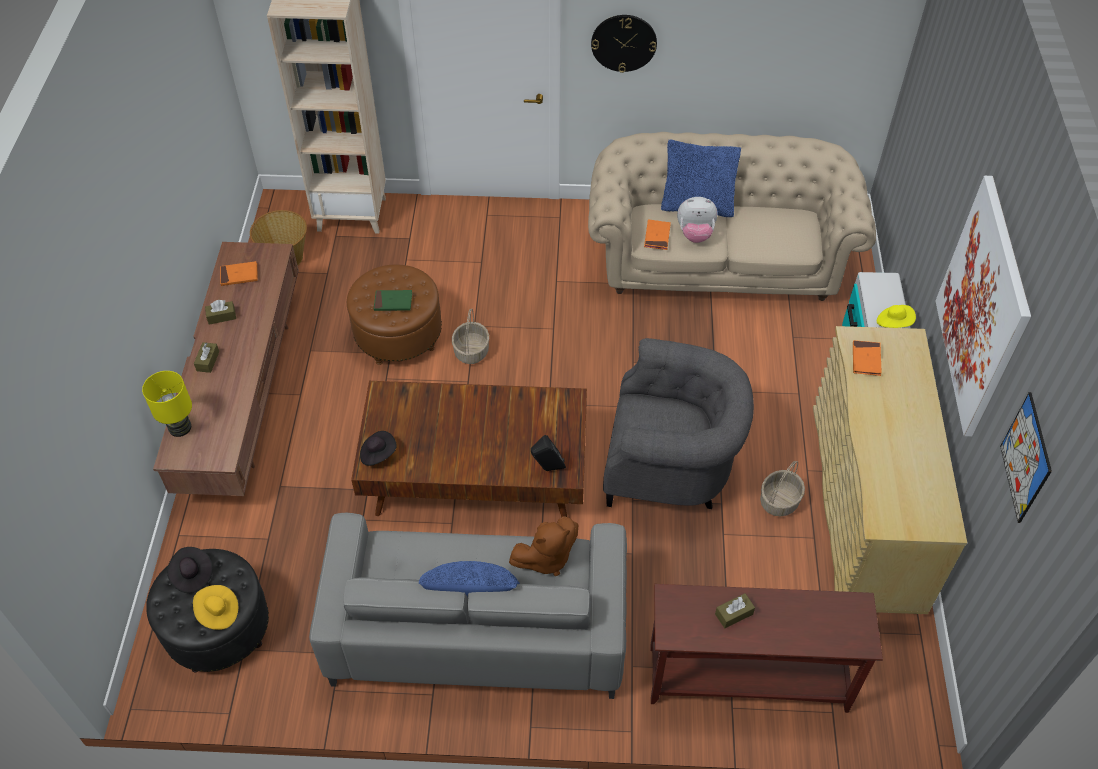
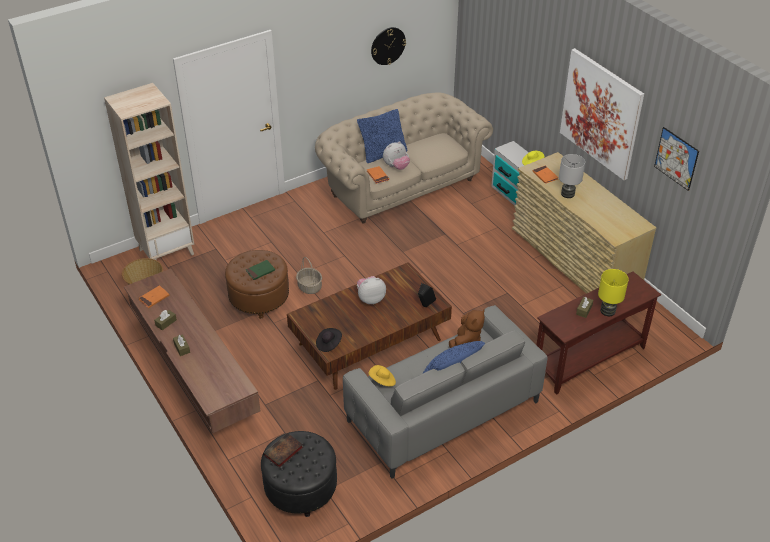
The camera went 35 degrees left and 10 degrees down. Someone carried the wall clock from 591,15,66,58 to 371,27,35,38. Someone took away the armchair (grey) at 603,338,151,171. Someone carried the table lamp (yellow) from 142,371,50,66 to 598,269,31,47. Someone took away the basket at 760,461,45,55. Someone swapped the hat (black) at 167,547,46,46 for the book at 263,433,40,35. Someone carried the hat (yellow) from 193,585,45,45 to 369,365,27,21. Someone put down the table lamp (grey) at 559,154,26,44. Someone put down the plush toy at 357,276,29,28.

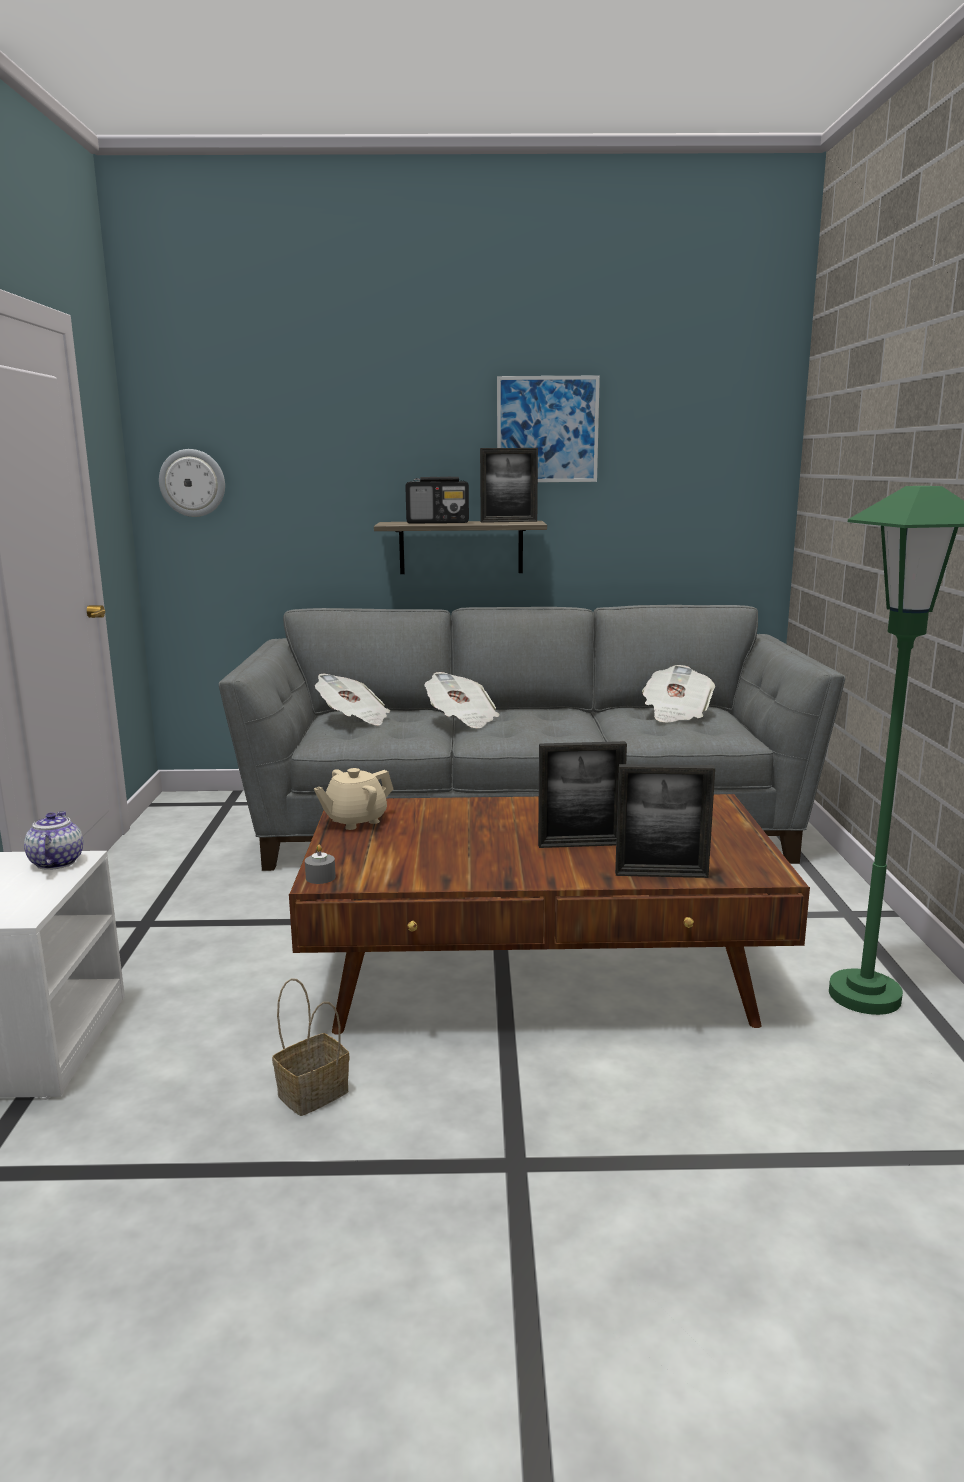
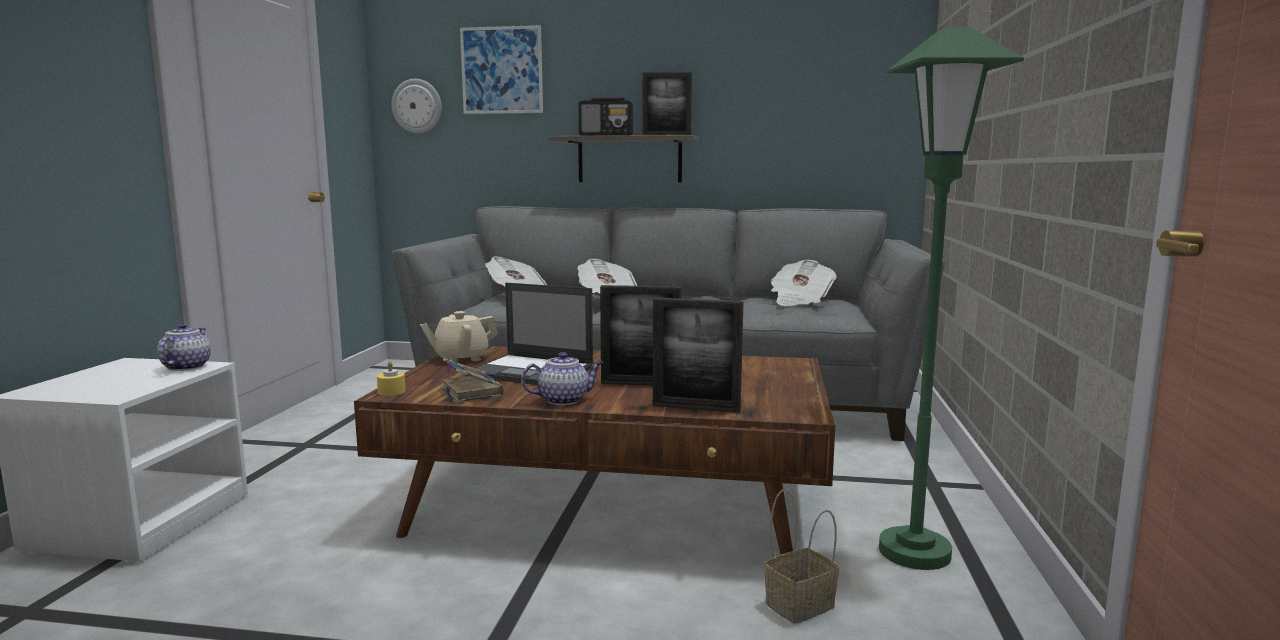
The camera went 10 degrees right and 5 degrees down. Someone carried the picture from 497,376,103,106 to 460,25,83,89. Someone repainted the candle (grey) at 305,845,31,39, which became the candle (yellow) at 377,361,29,35. Someone carried the basket from 272,978,77,138 to 764,489,75,135. Someone put down the laptop at 465,283,128,102. Someone put down the teapot at 521,352,82,53. Someone put down the book at 440,358,64,45.

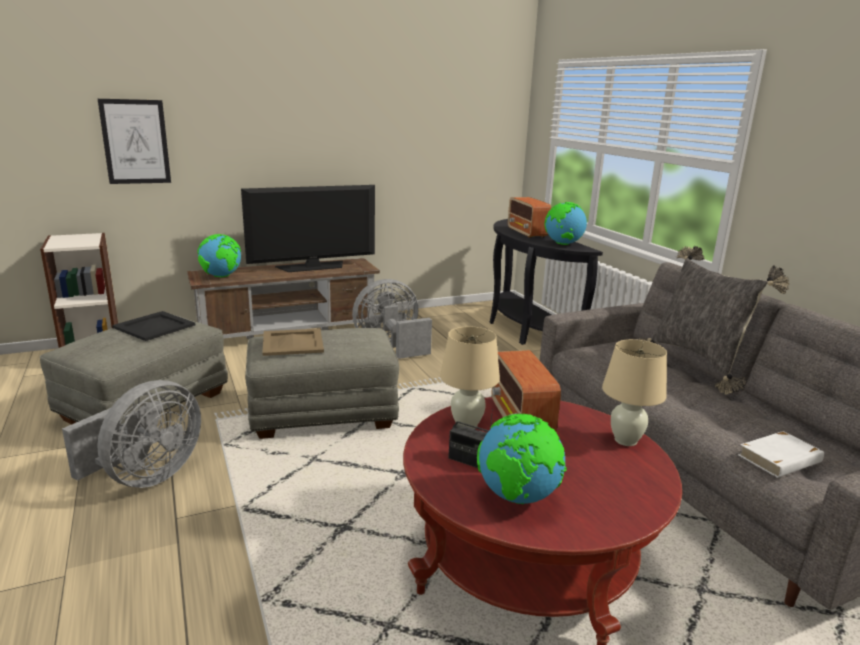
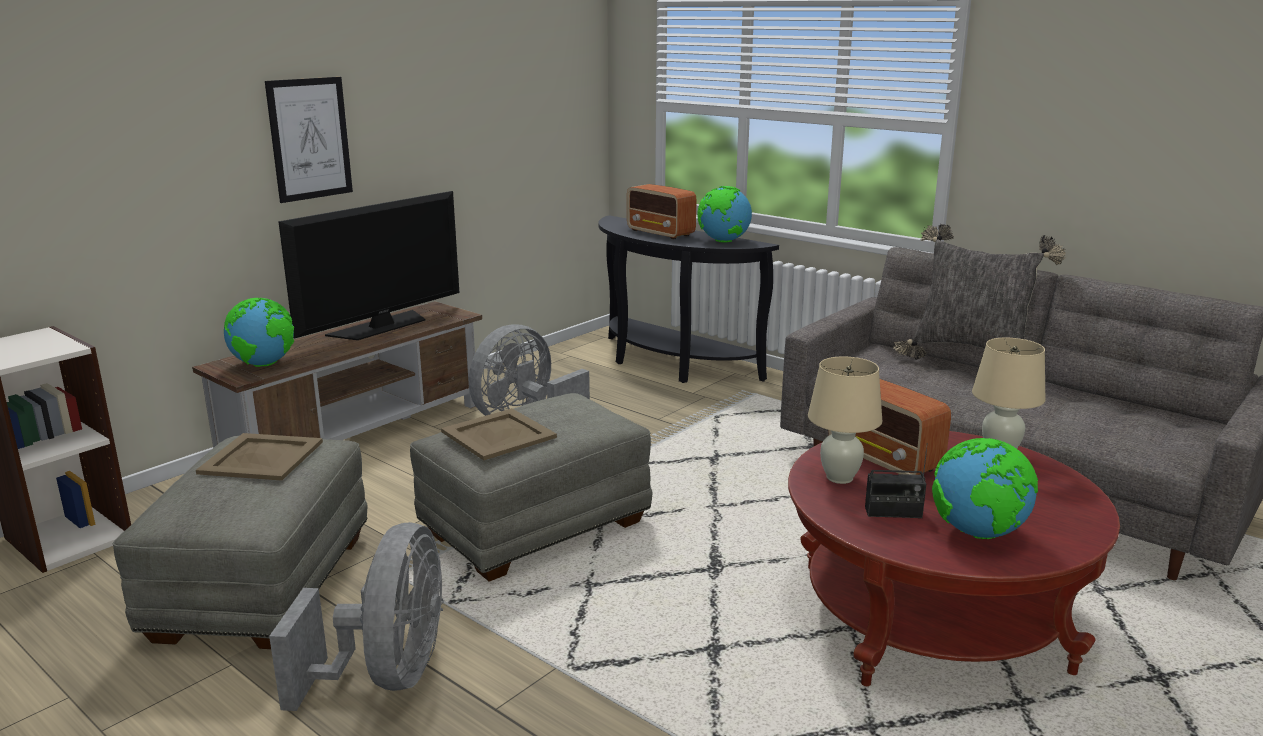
The camera went 25 degrees left and 0 degrees up. Someone carried the picture from 98,99,73,85 to 265,77,88,126. Someone repainted the tray (black) at 112,311,83,30, which became the tray (beige) at 196,433,127,48. Someone took away the book (white) at 738,431,86,47.

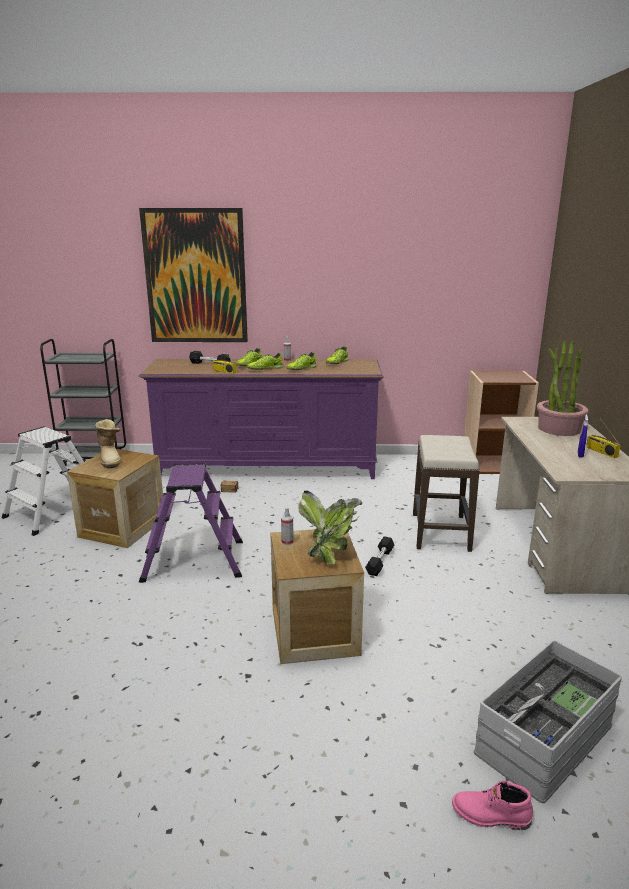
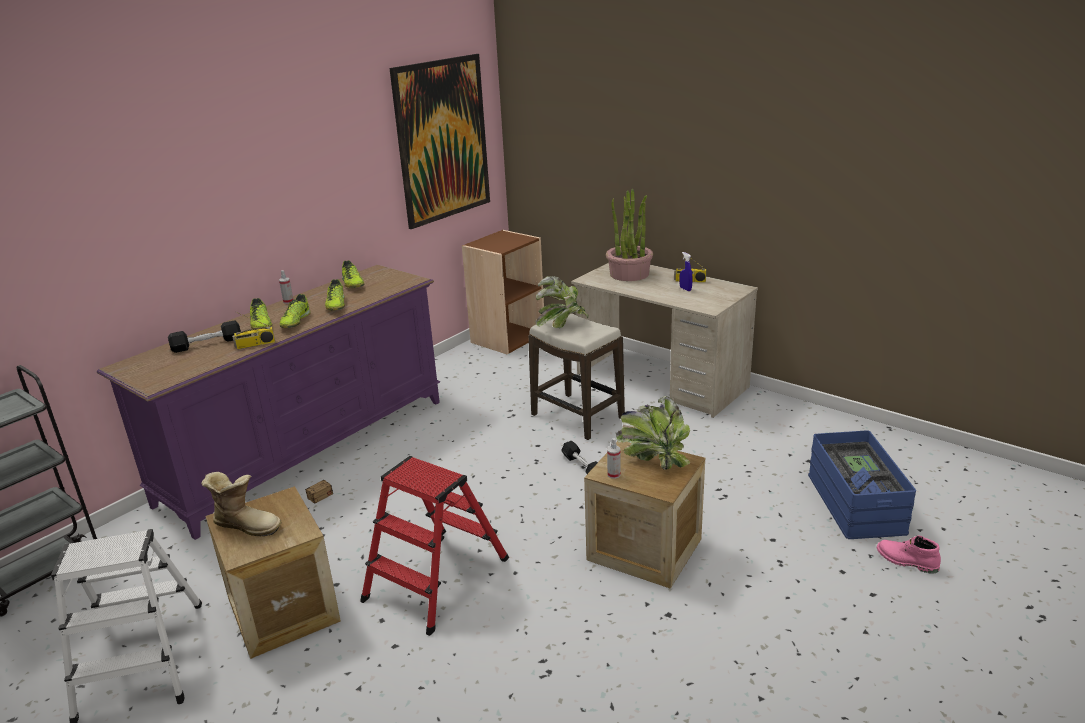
The camera went 50 degrees left and 5 degrees up. Someone carried the picture from 139,208,109,134 to 389,54,101,175. Someone repainted the step ladder (purple) at 139,463,104,120, which became the step ladder (red) at 360,456,149,180. Someone repainted the storage box (grey) at 474,640,149,163, which became the storage box (blue) at 808,430,108,109. Someone rotated the boot (pink) at 452,781,81,49 by 75 degrees clockwise. Someone put down the potted plant at 536,276,52,53.

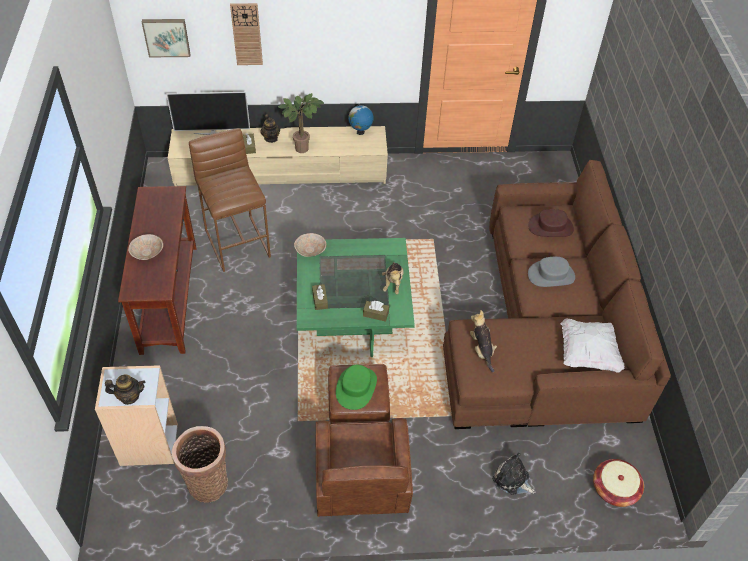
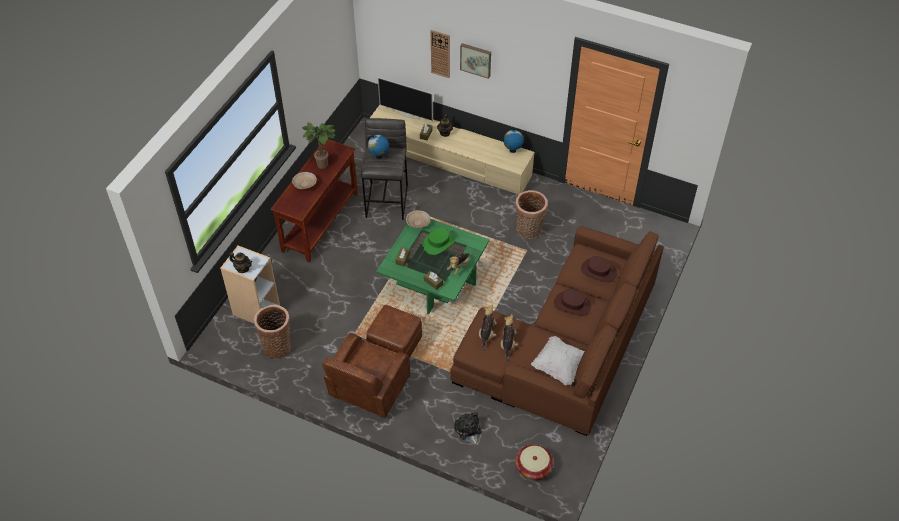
The camera went 30 degrees right and 0 degrees up. Someone carried the picture from 142,19,48,38 to 460,43,31,36. Someone carried the potted plant from 278,93,46,60 to 302,122,33,47. Someone repainted the stool (brown) at 189,128,82,144, which became the stool (grey) at 361,118,47,102. Someone repainted the hat (grey) at 528,257,47,30, which became the hat (brown) at 554,289,37,27. Someone carried the hat (green) from 336,365,41,45 to 422,227,33,28. Someone put down the globe at 367,135,22,24. Someone put down the basket at 515,190,33,49. Someone put down the plush toy at 501,314,17,48.

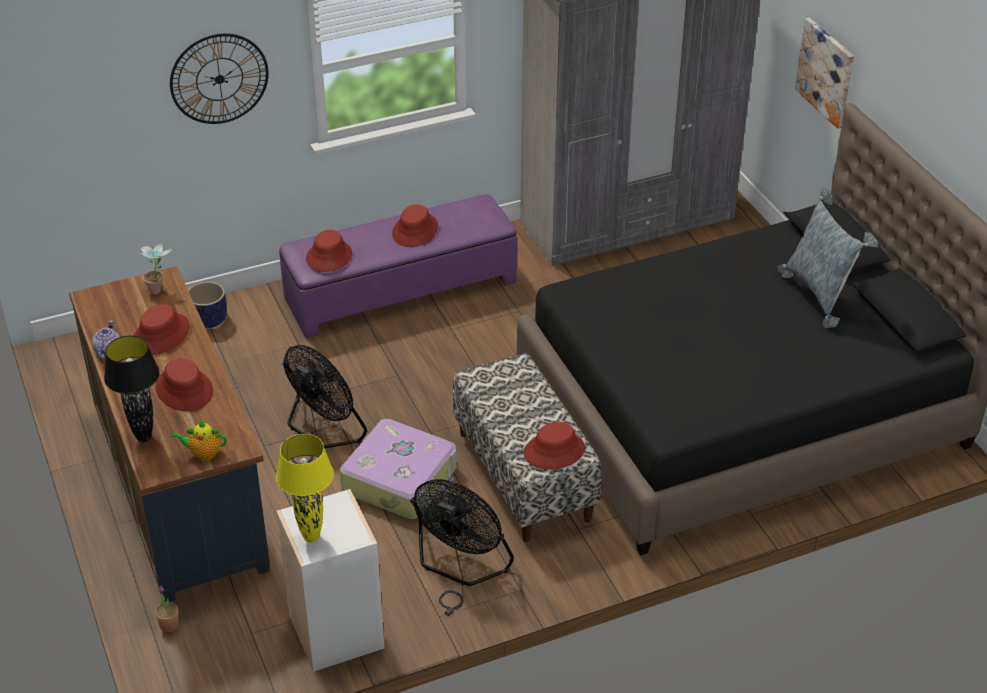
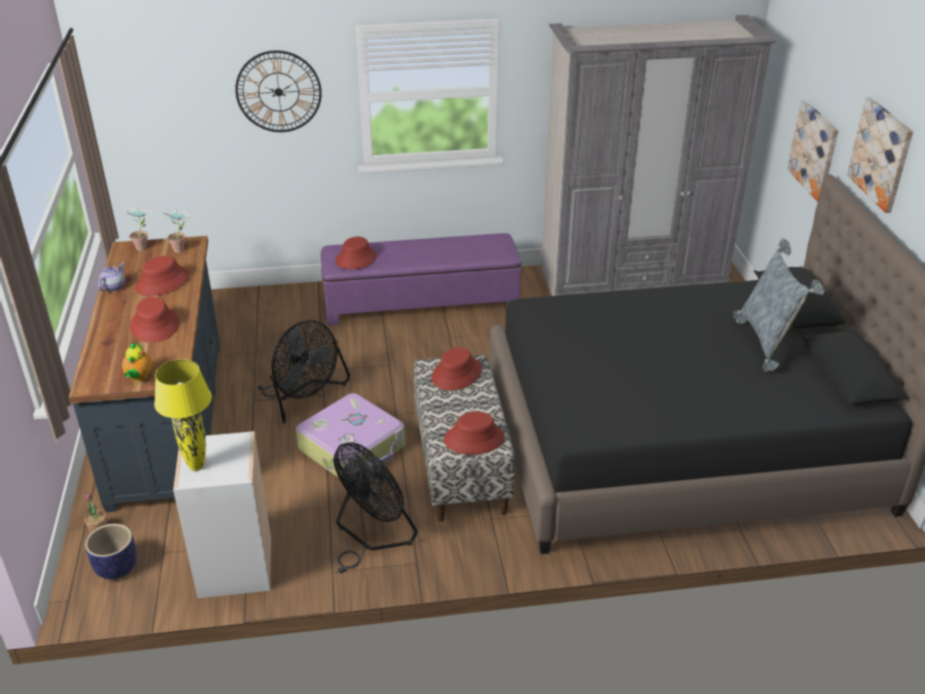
The camera went 15 degrees right and 5 degrees down. Someone carried the hat (red) from 392,204,46,43 to 431,347,51,43. Someone carried the planter from 188,281,39,47 to 85,524,52,55. Someone took away the table lamp (black) at 104,335,56,107. Someone rotated the fan (black) at 282,345,85,119 by 75 degrees clockwise. Someone rotated the teapot at 170,421,57,39 by 105 degrees counterclockwise. Someone put up the picture at 847,97,66,116. Someone put down the potted plant at 126,206,28,45.

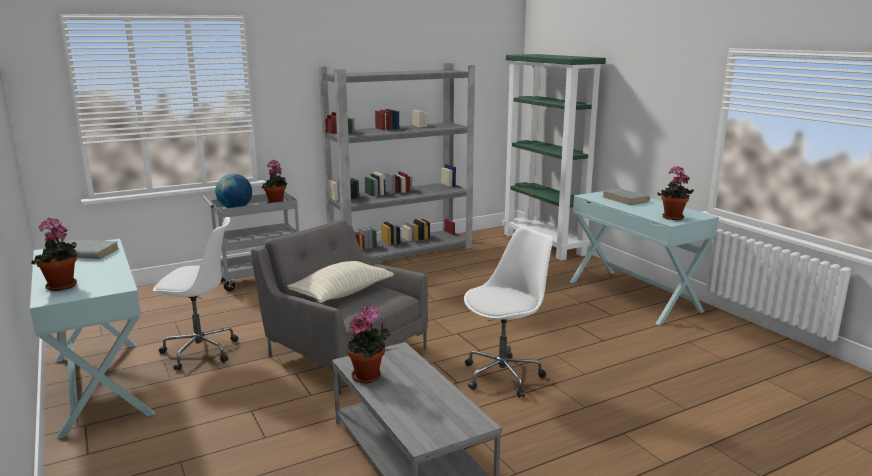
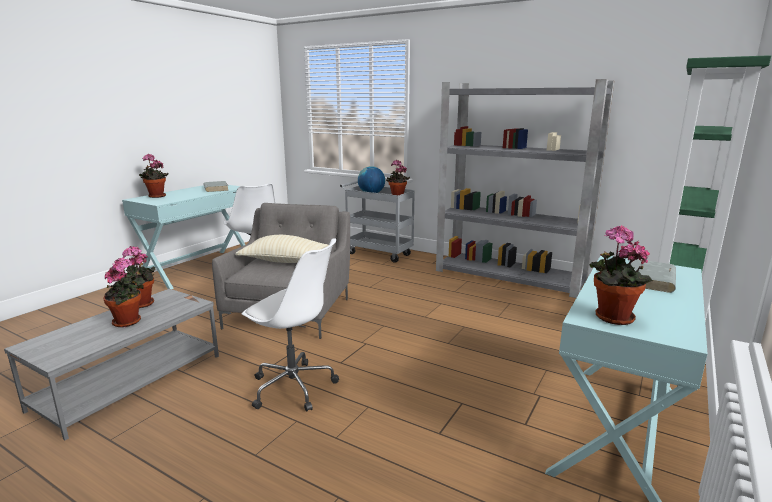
The camera went 60 degrees right and 0 degrees up. Someone put down the potted plant at 103,257,42,70.

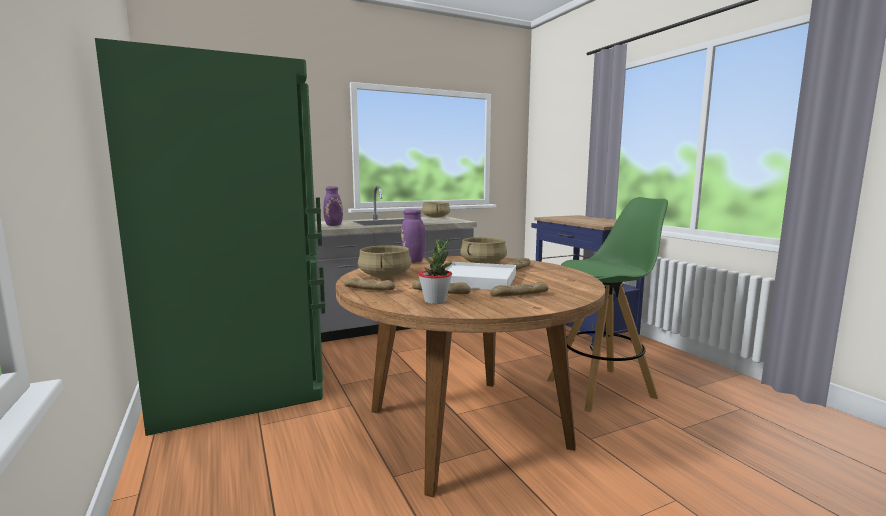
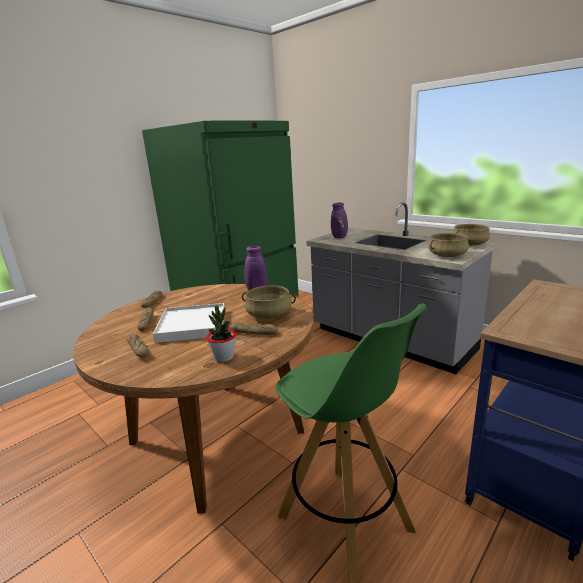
The camera went 70 degrees right and 10 degrees up. Someone carried the potted plant from 418,237,34,67 to 206,305,30,57. Someone carried the cooking pot (beige) from 358,245,53,32 to 428,233,41,24.

